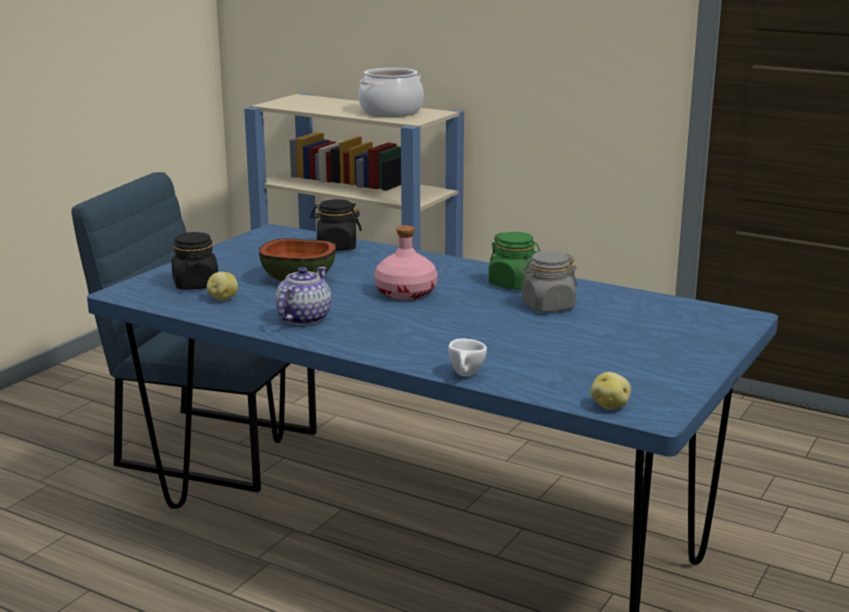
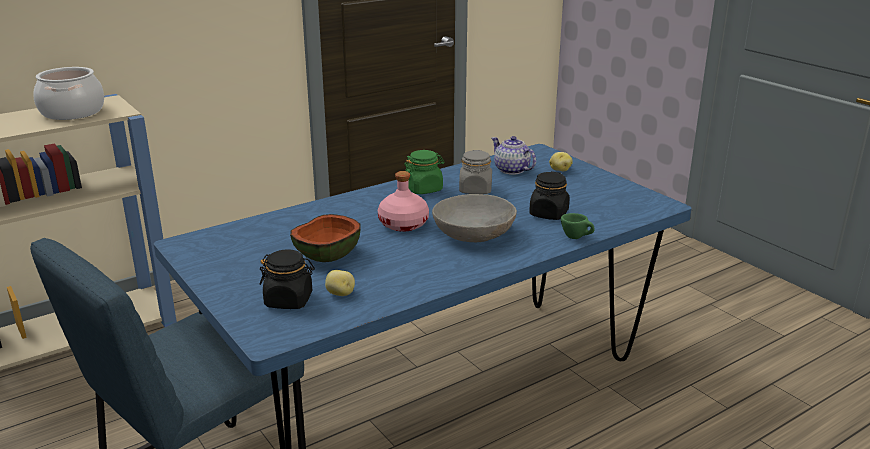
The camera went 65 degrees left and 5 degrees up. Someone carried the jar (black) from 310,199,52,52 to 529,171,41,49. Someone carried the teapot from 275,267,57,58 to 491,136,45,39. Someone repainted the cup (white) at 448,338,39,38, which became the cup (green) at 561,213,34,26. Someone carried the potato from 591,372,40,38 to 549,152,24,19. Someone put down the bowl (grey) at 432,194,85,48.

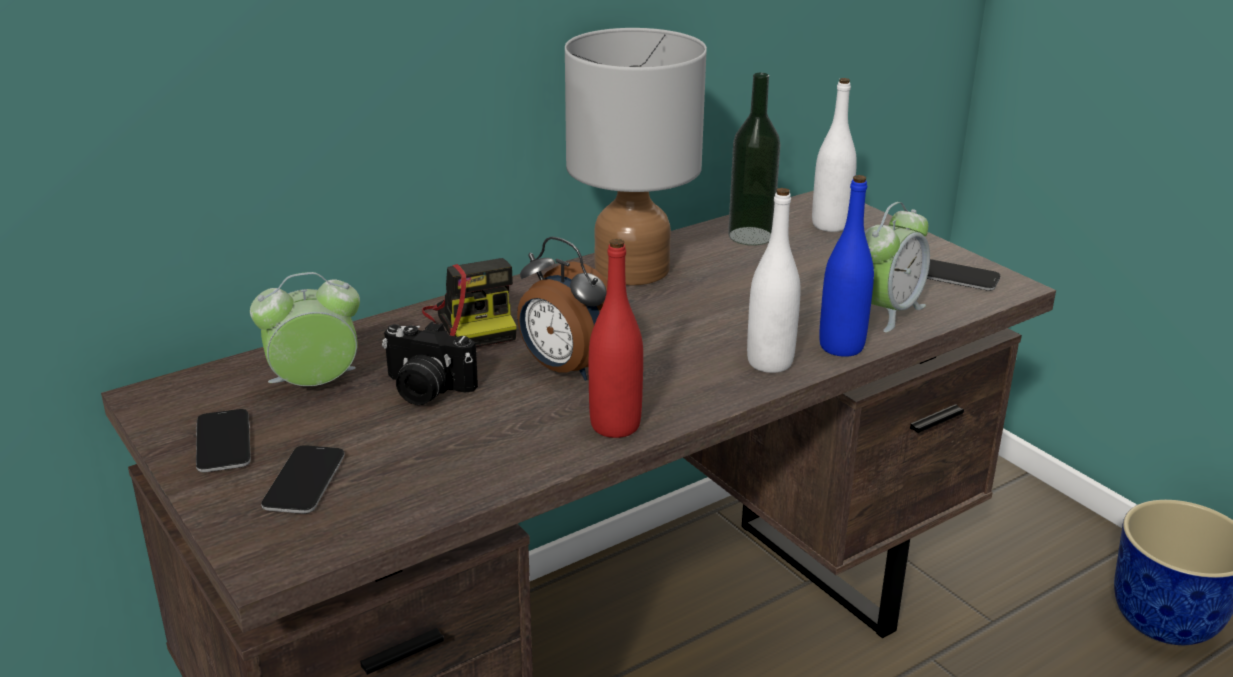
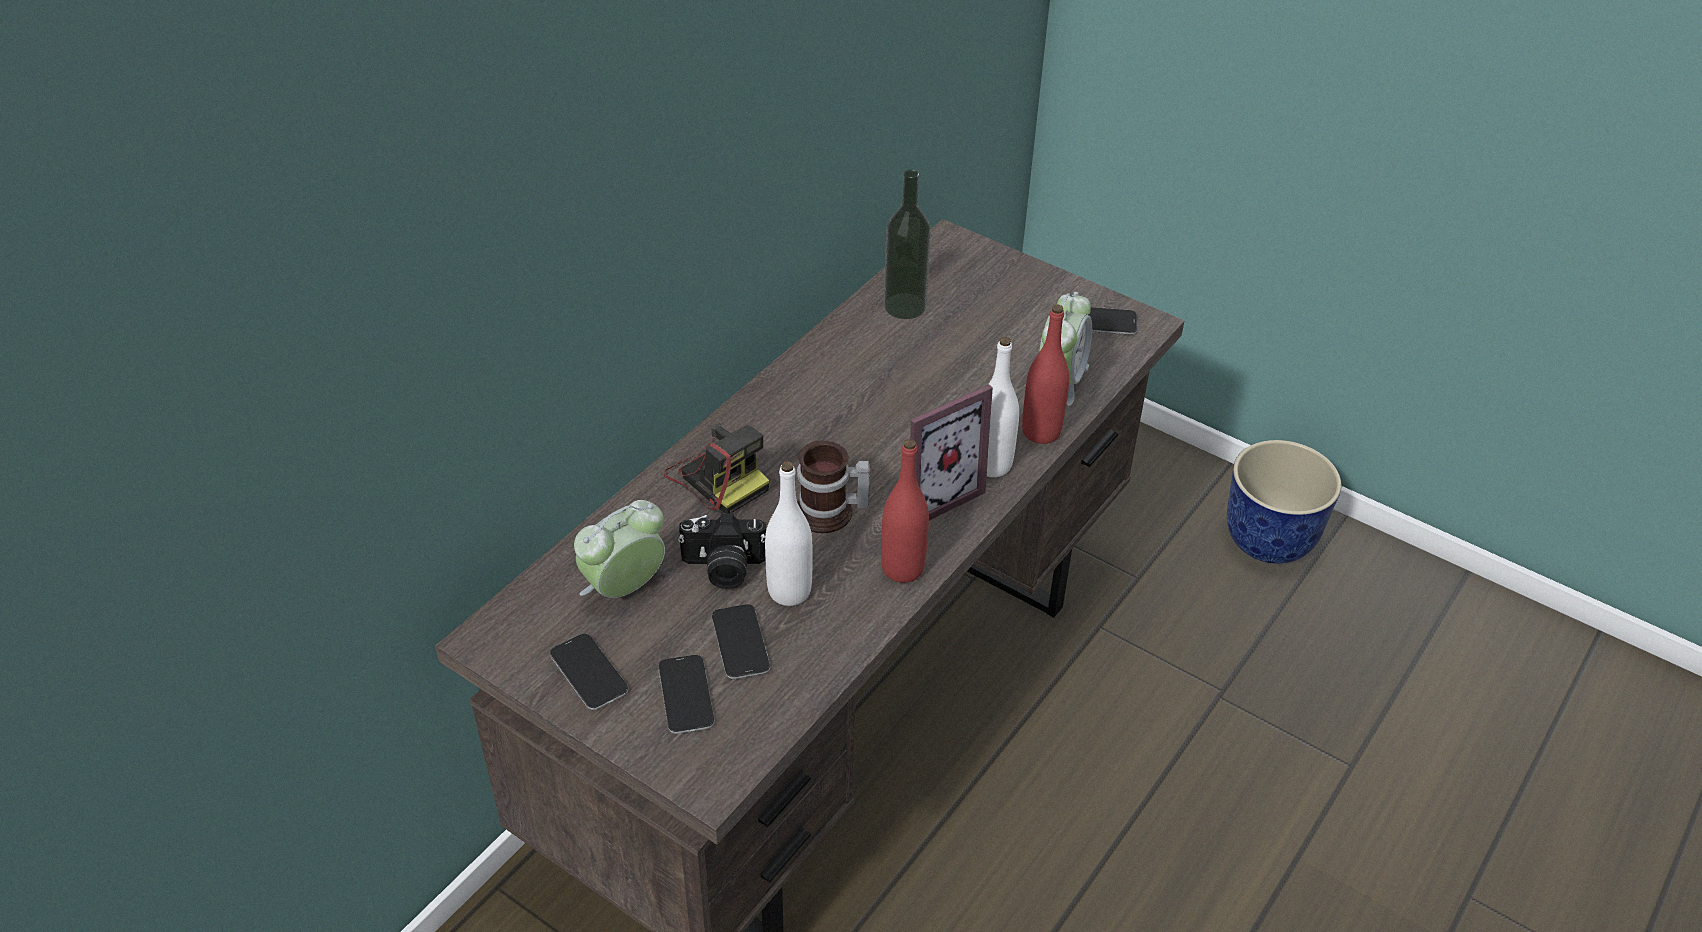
The camera went 20 degrees left and 15 degrees up. Someone took away the table lamp (grey) at 565,28,142,257. Someone carried the bottle (white) from 812,78,45,154 to 765,461,48,145. Someone repainted the bottle (blue) at 819,175,55,182, which became the bottle (red) at 1022,305,47,139. Someone swapped the alarm clock at 517,237,91,144 for the mug at 797,440,73,93. Someone put down the picture frame at 910,384,83,137. Someone put down the phone at 712,604,58,75.

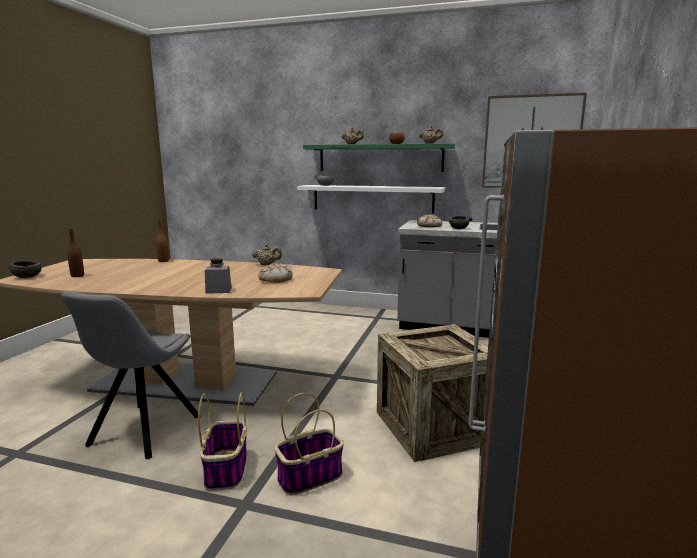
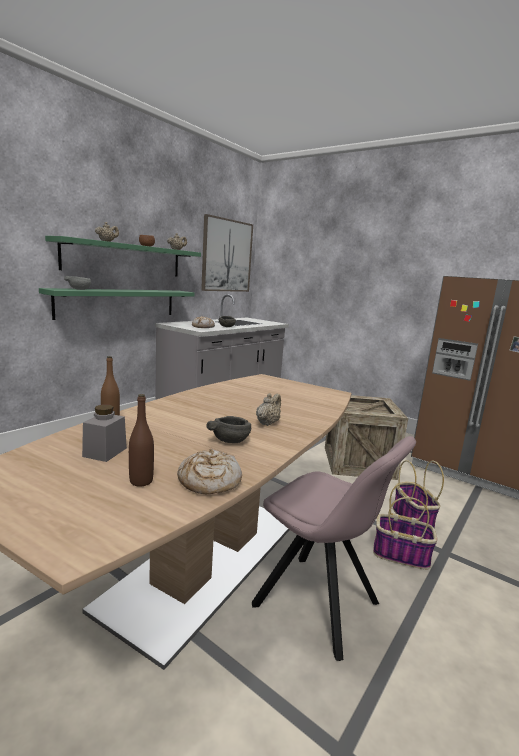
The camera went 70 degrees left and 0 degrees up. Someone repainted the shelf (white) at 297,185,148,28, which became the shelf (green) at 39,288,155,32. Someone carried the teapot (beige) from 252,244,30,21 to 256,393,25,33. Someone carried the jar (grey) from 205,258,27,36 to 82,404,45,58. Someone carried the bowl (grey) from 9,260,33,18 to 206,416,45,27. Someone carried the bread from 258,264,35,19 to 177,449,65,45. Someone repainted the chair (grey) at 61,291,140,168, which became the chair (pink) at 252,436,164,225.

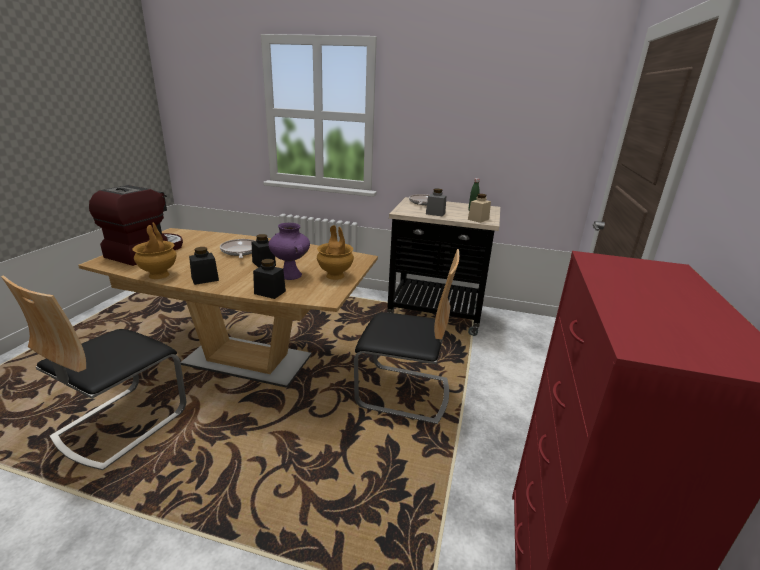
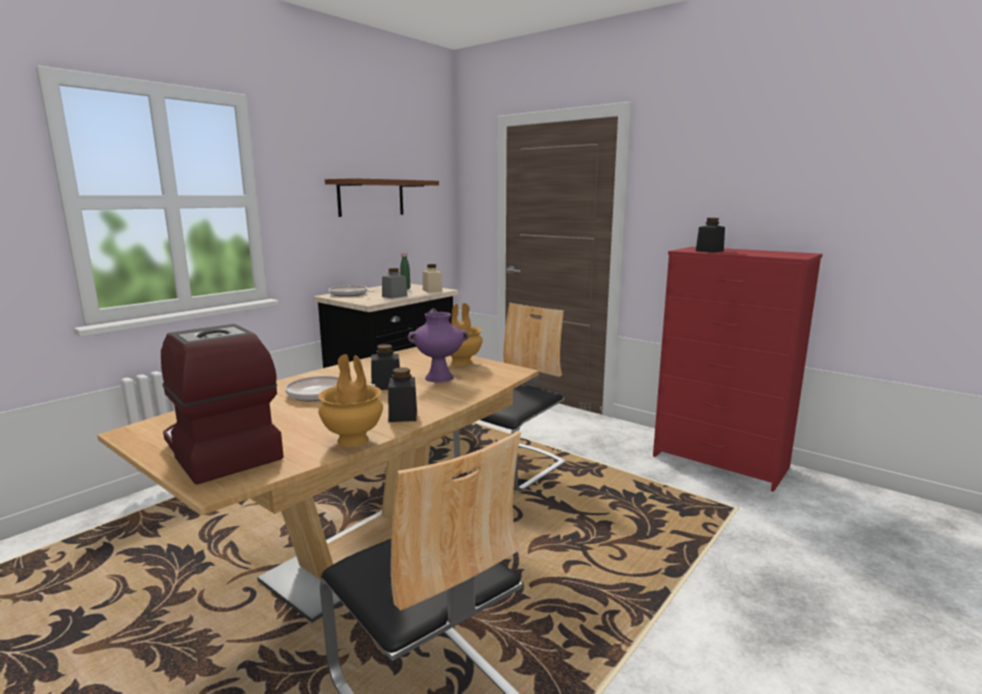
The camera went 65 degrees left and 10 degrees down. Someone carried the jar (black) from 253,259,33,40 to 696,218,29,35. Someone put up the shelf (brown) at 325,178,114,39.

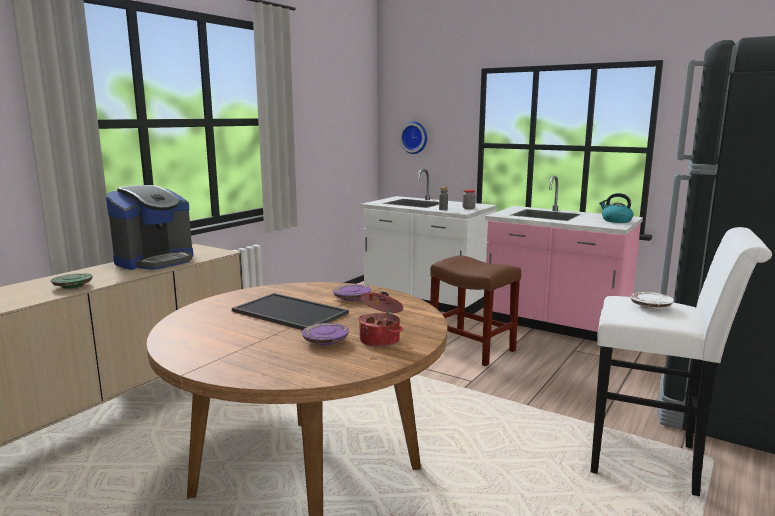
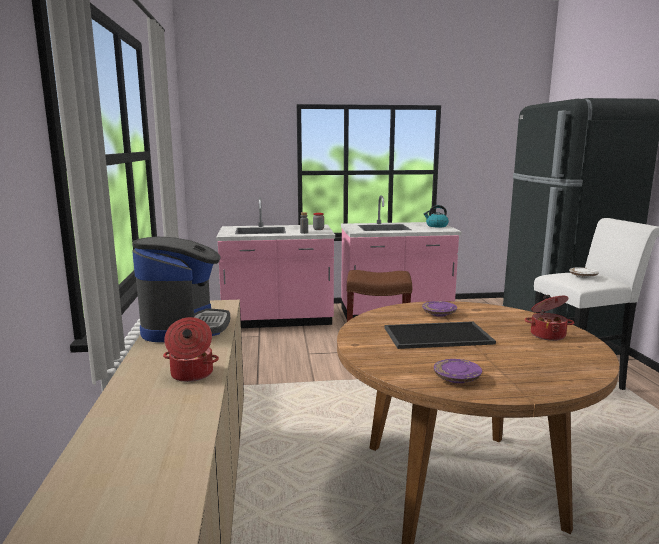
The camera went 40 degrees left and 0 degrees up. Someone took away the wall clock at 400,121,27,33. Someone repainted the counter (white) at 360,169,137,146, which became the counter (pink) at 216,197,119,131. Someone swapped the plate (green) at 50,273,43,15 for the cooking pot at 163,317,56,65. Someone carried the plate (purple) from 302,323,47,22 to 434,359,48,24.

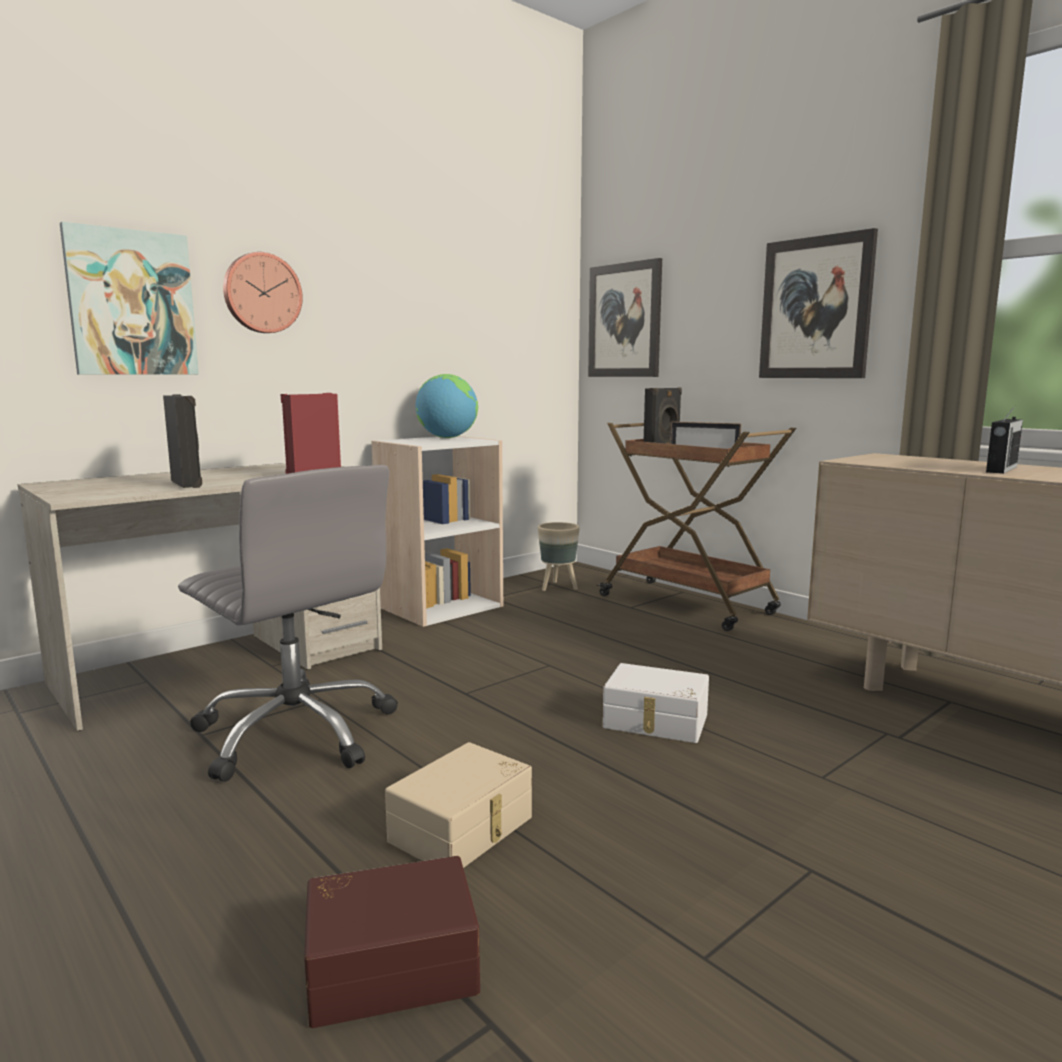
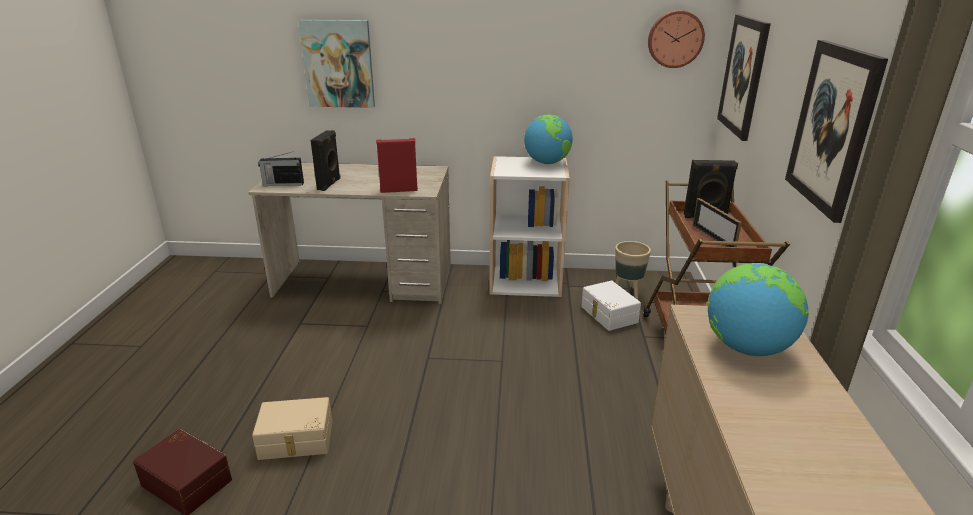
The camera went 45 degrees right and 15 degrees up. Someone carried the wall clock from 223,252,80,81 to 648,10,57,58. Someone carried the radio from 986,406,37,68 to 258,152,46,34. Someone took away the office chair (grey) at 178,465,220,317. Someone carried the storage box (white) from 603,663,106,80 to 581,280,60,51. Someone put down the globe at 708,263,101,93.

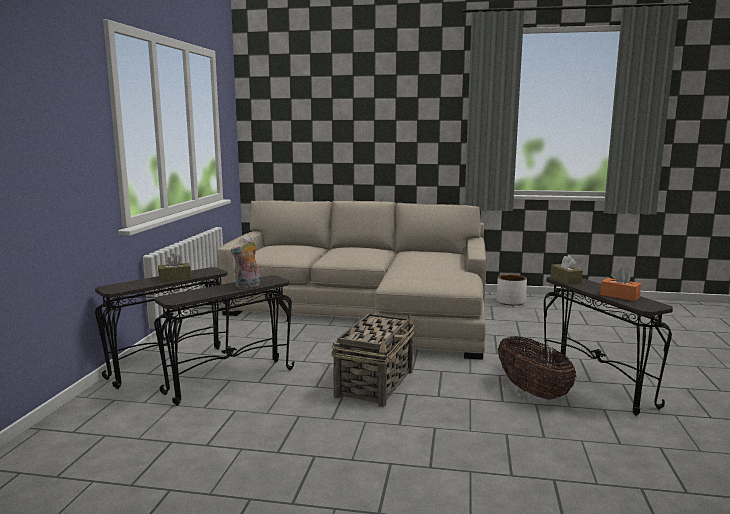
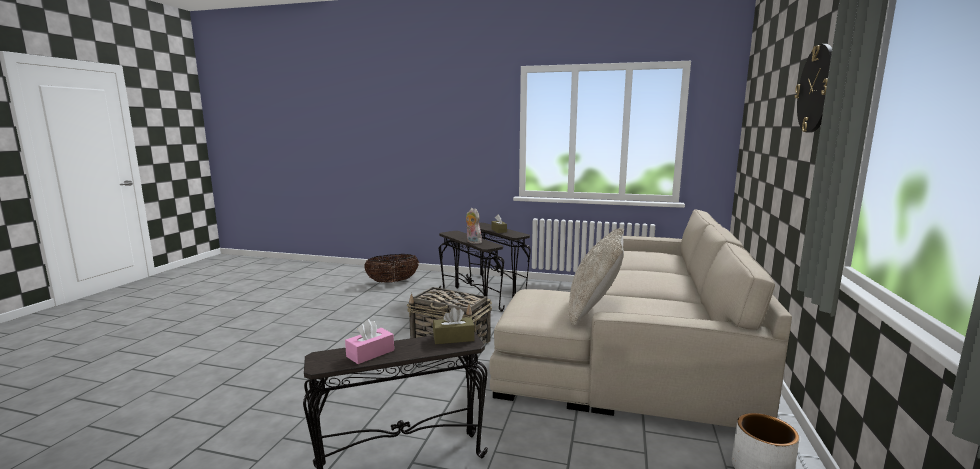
The camera went 95 degrees right and 0 degrees up. Someone repainted the tissue box (orange) at 600,269,41,32, which became the tissue box (pink) at 345,319,49,45. Someone carried the basket from 498,336,78,64 to 364,254,55,29. Someone put up the wall clock at 795,44,37,89. Someone put down the pillow (beige) at 568,228,56,97.

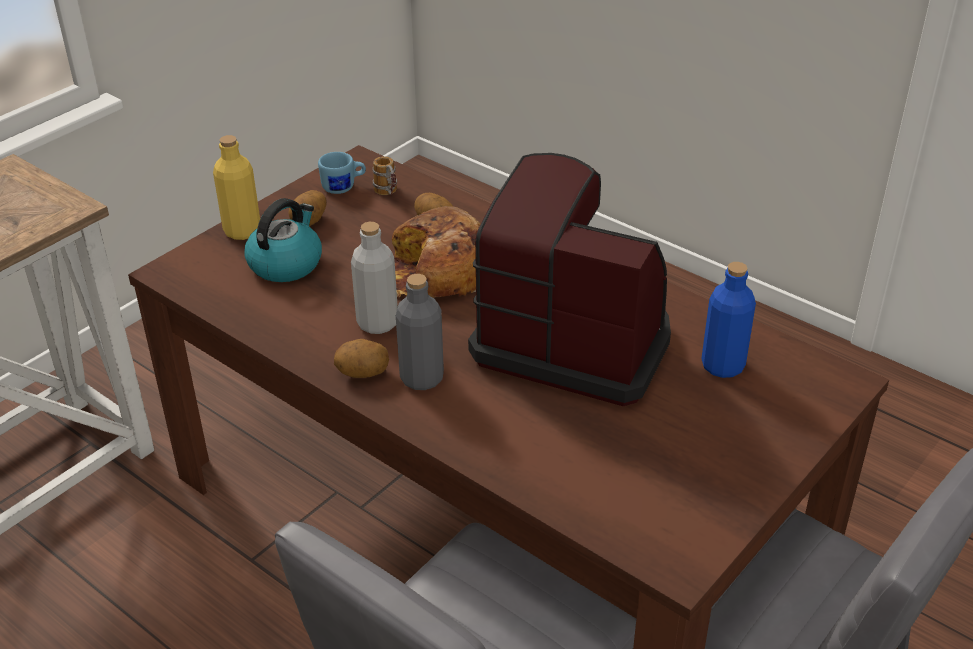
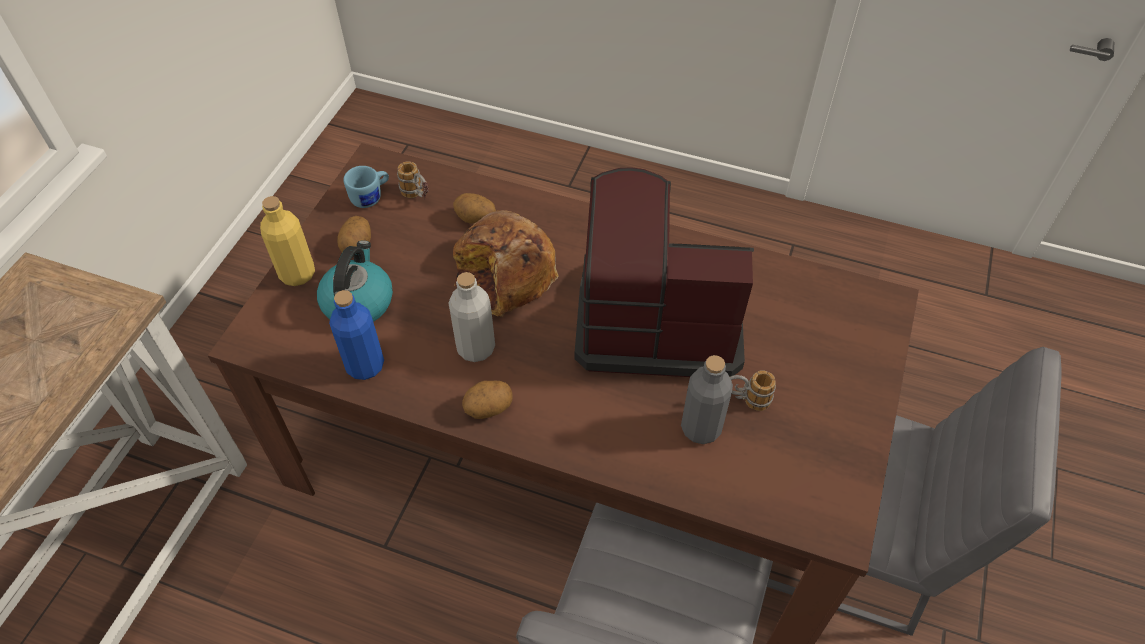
The camera went 20 degrees left and 15 degrees up. Someone carried the bottle (blue) from 701,262,55,116 to 329,290,55,90. Someone carried the bottle (grey) from 396,274,48,116 to 681,355,52,89. Someone put down the mug at 730,370,46,41.

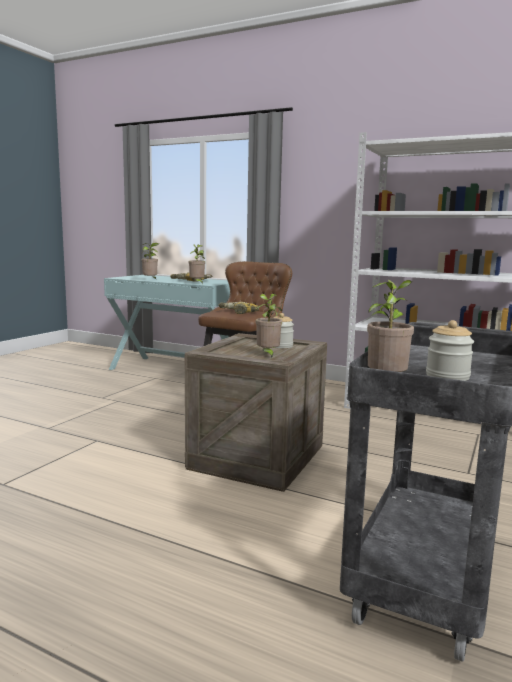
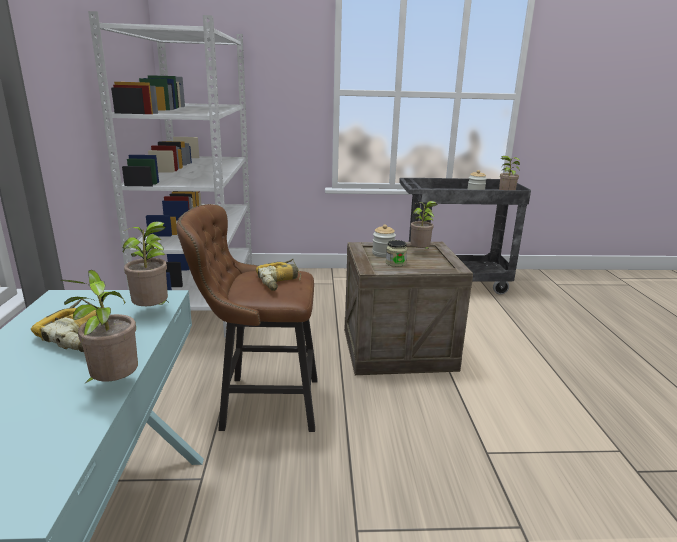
The camera went 120 degrees left and 10 degrees up. Someone put down the jar at 386,240,21,27.

